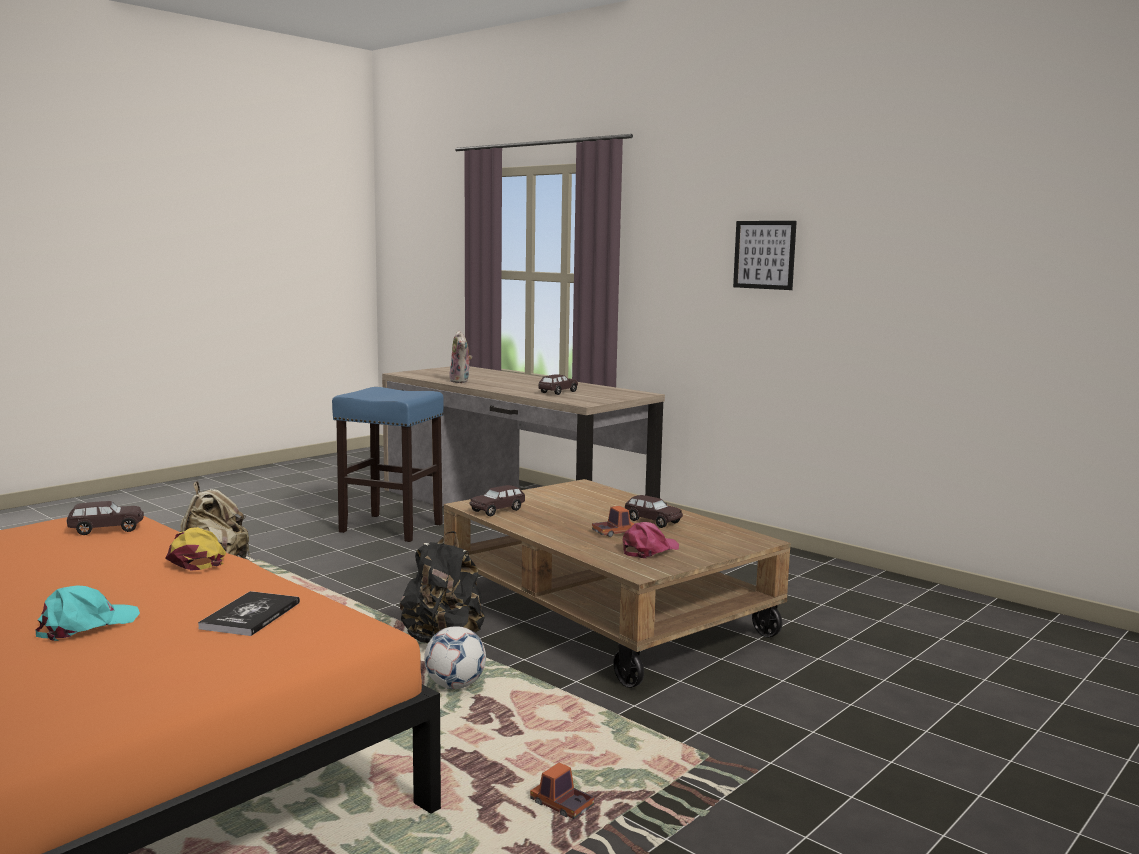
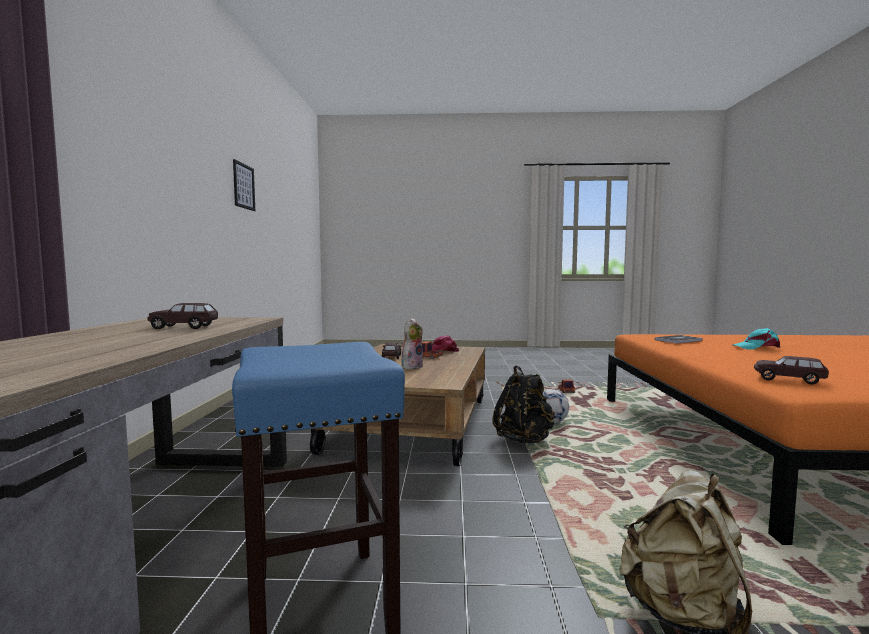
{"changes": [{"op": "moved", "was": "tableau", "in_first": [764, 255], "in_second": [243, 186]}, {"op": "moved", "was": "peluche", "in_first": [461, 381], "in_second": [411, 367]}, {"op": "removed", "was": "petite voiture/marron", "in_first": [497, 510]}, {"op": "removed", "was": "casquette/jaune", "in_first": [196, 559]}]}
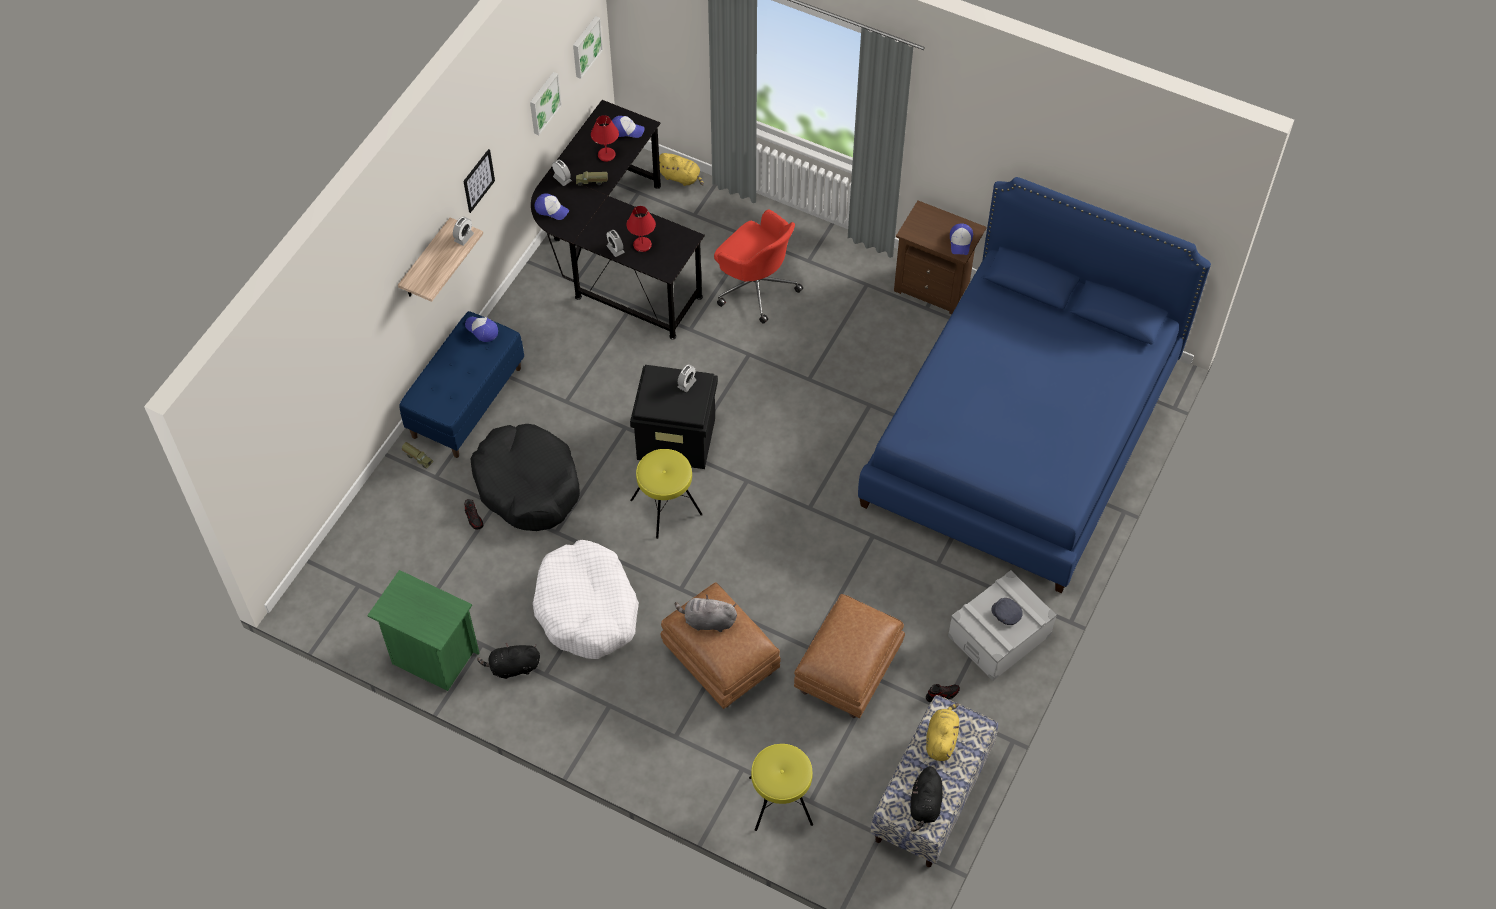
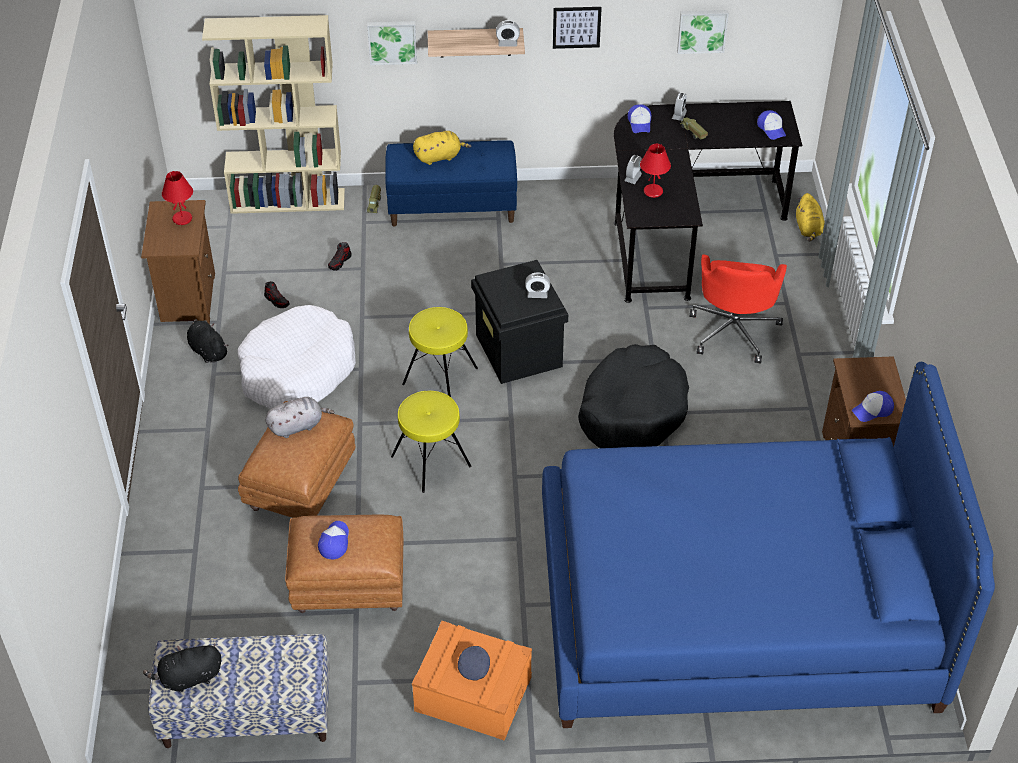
{"changes": [{"op": "moved", "was": "tableau", "in_first": [585, 46], "in_second": [392, 41]}, {"op": "moved", "was": "lampe de table/rouge", "in_first": [606, 155], "in_second": [182, 219]}, {"op": "moved", "was": "casquette", "in_first": [482, 330], "in_second": [334, 542]}, {"op": "moved", "was": "panier pour chien/noir", "in_first": [528, 485], "in_second": [632, 410]}, {"op": "recoloured", "was": "table de chevet/vert", "now": "table de chevet/marron", "in_first": [432, 657], "in_second": [187, 298]}, {"op": "recoloured", "was": "boîte de rangement/gris", "now": "boîte de rangement/orange", "in_first": [999, 635], "in_second": [472, 694]}, {"op": "turned", "was": "peluche/gris", "in_first": [707, 621], "in_second": [298, 426], "clockwise": 90}, {"op": "moved", "was": "chaussure", "in_first": [942, 694], "in_second": [277, 300]}, {"op": "moved", "was": "peluche/jaune", "in_first": [941, 739], "in_second": [439, 157]}, {"op": "moved", "was": "tabouret/jaune", "in_first": [780, 801], "in_second": [430, 461]}, {"op": "added", "now": "bibliothèque/beige", "in_second": [288, 201]}]}
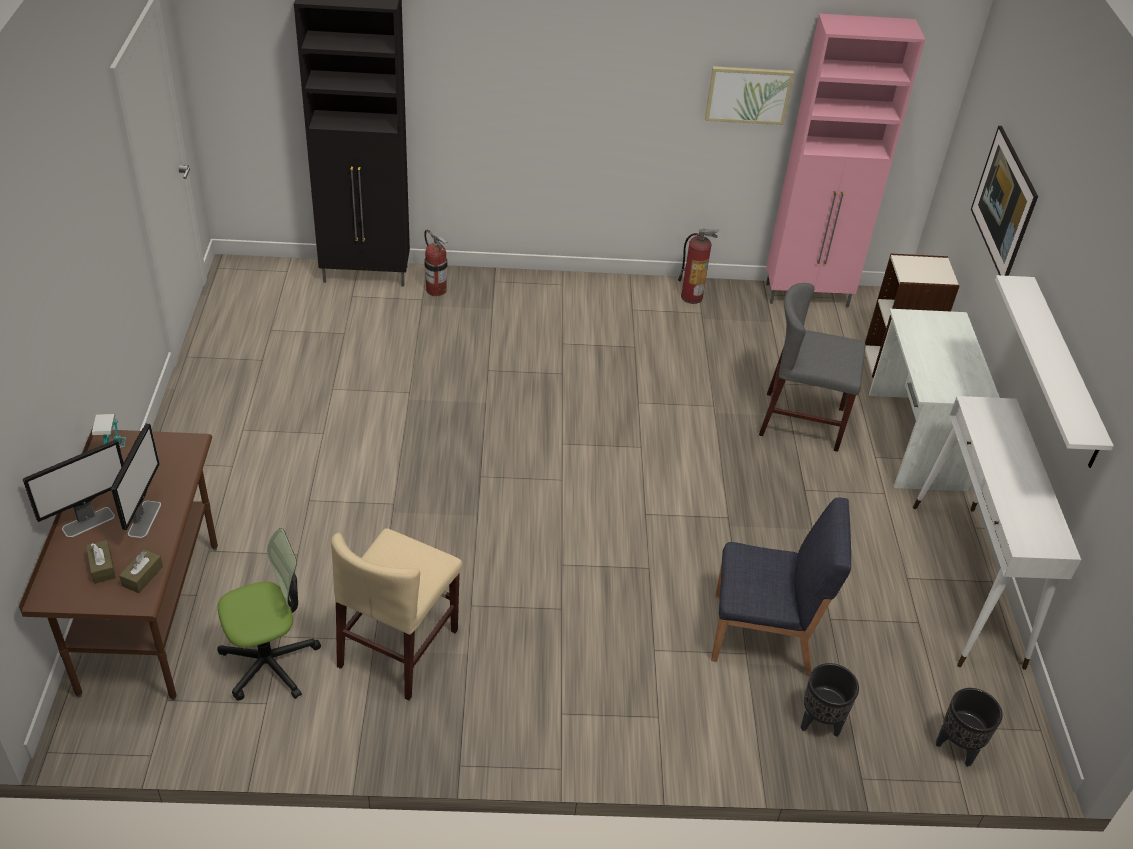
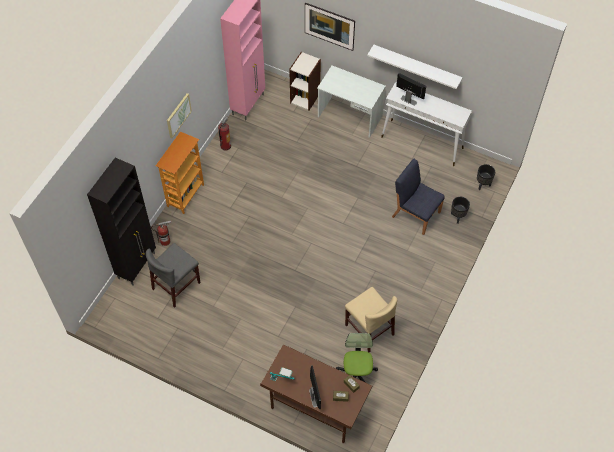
{"changes": [{"op": "moved", "was": "tableau", "in_first": [748, 95], "in_second": [178, 115]}, {"op": "moved", "was": "chaise/gris", "in_first": [802, 421], "in_second": [176, 285]}, {"op": "moved", "was": "écran d'ordinateur", "in_first": [144, 518], "in_second": [408, 100]}, {"op": "turned", "was": "chaise/bleu", "in_first": [764, 634], "in_second": [415, 214], "clockwise": -90}, {"op": "added", "now": "bibliothèque", "in_second": [185, 195]}]}
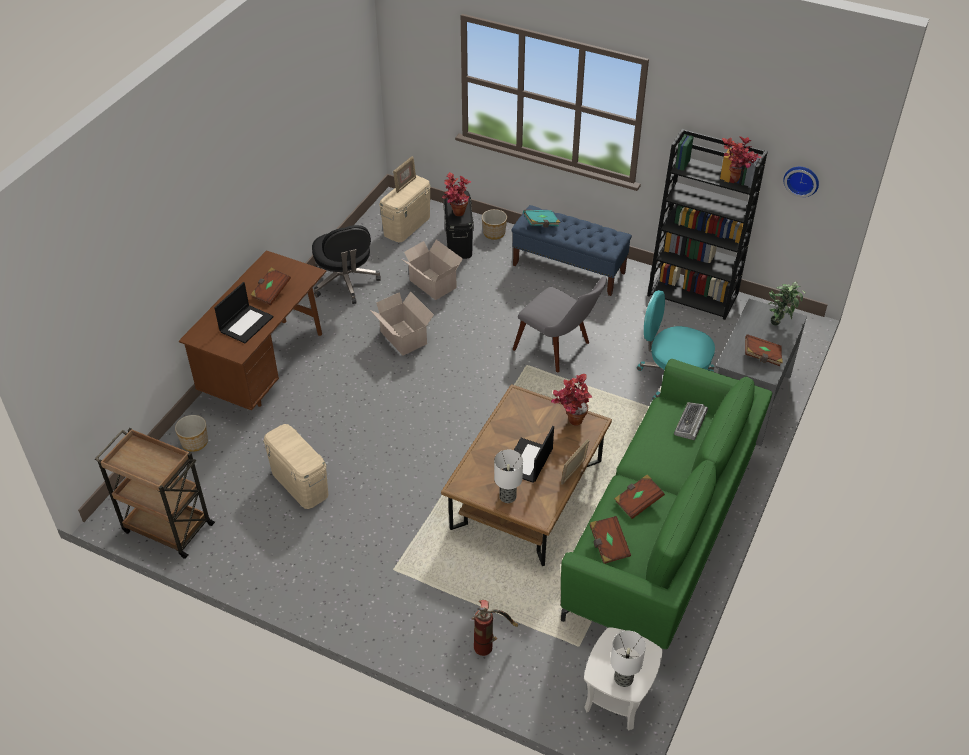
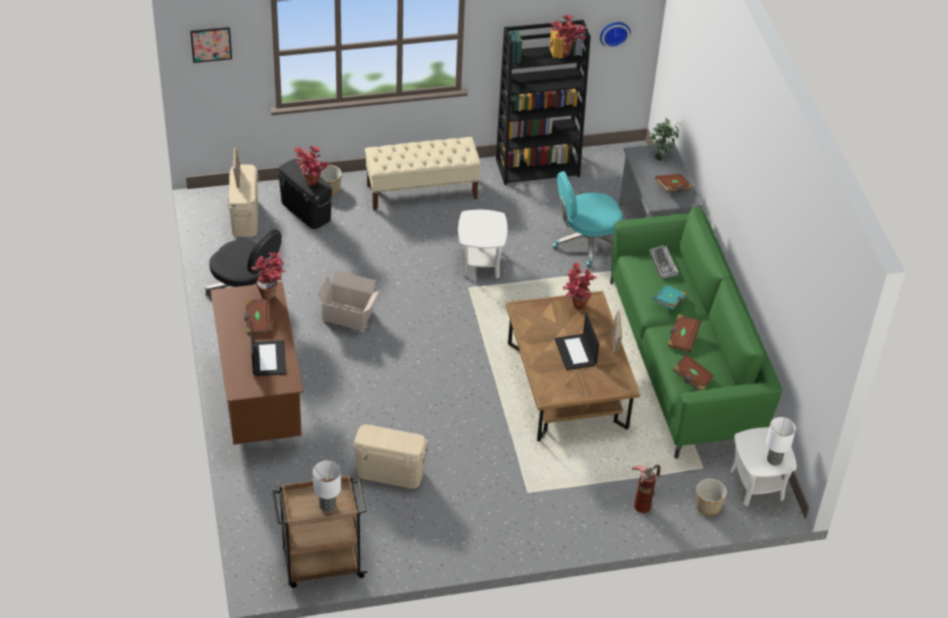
{"changes": [{"op": "recoloured", "was": "banc/bleu", "now": "banc/beige", "in_first": [569, 269], "in_second": [422, 191]}, {"op": "moved", "was": "livre/turquoise", "in_first": [541, 224], "in_second": [669, 302]}, {"op": "removed", "was": "carton", "in_first": [432, 283]}, {"op": "replaced", "was": "chaise/gris", "now": "table d'appoint/blanc", "in_first": [559, 349], "in_second": [481, 262]}, {"op": "moved", "was": "cache-pot", "in_first": [195, 442], "in_second": [707, 505]}, {"op": "moved", "was": "lampe de table", "in_first": [507, 496], "in_second": [327, 506]}, {"op": "added", "now": "tableau", "in_second": [211, 44]}, {"op": "added", "now": "plante en pot", "in_second": [271, 292]}]}
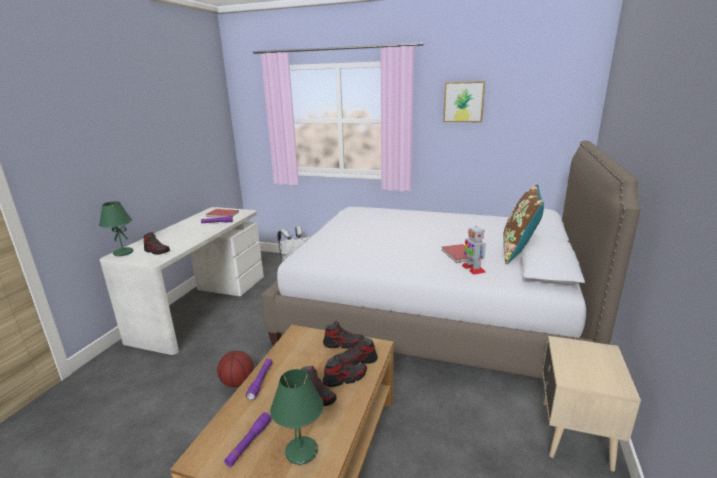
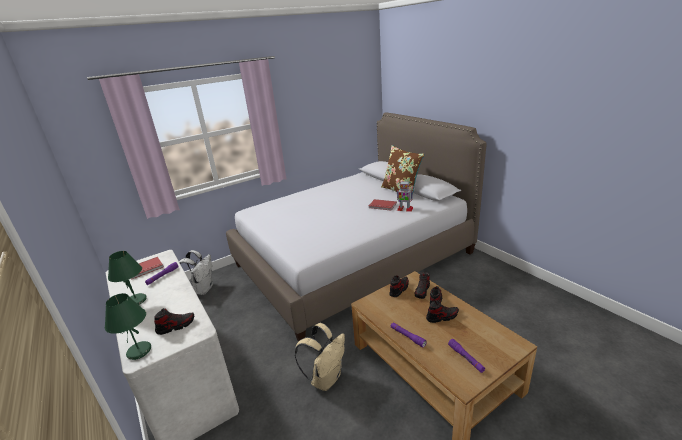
{"changes": [{"op": "removed", "was": "tableau", "in_first": [463, 102]}, {"op": "removed", "was": "table de chevet/beige", "in_first": [573, 435]}, {"op": "replaced", "was": "ballon de basket", "now": "sac à dos/beige", "in_first": [238, 382], "in_second": [326, 378]}, {"op": "moved", "was": "lampe de table/vert", "in_first": [302, 452], "in_second": [137, 301]}]}
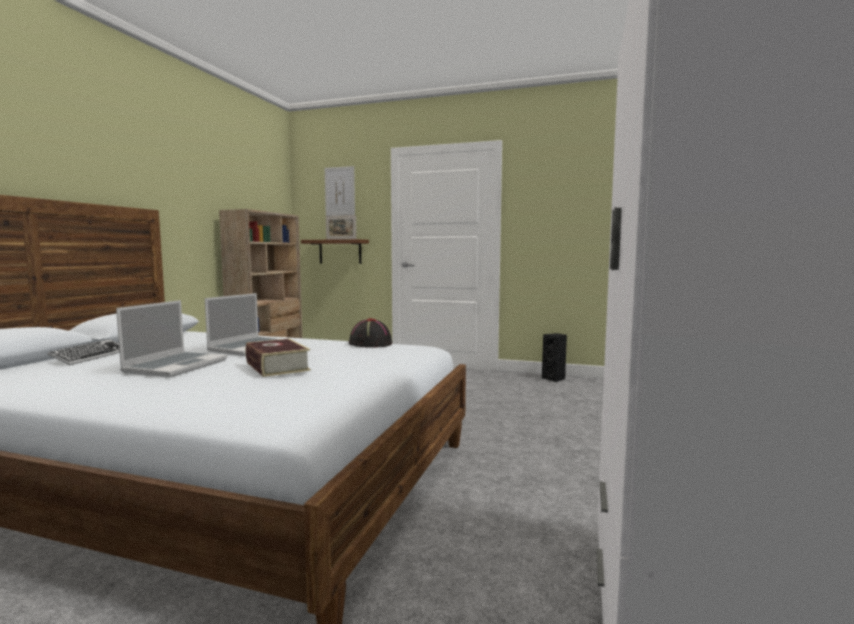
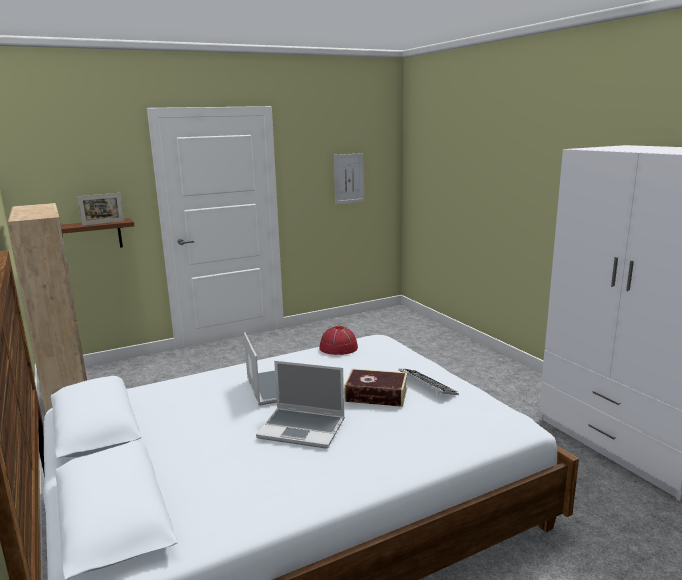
{"changes": [{"op": "moved", "was": "tableau", "in_first": [340, 191], "in_second": [349, 178]}, {"op": "turned", "was": "ordinateur portable", "in_first": [176, 366], "in_second": [303, 428], "clockwise": 135}, {"op": "recoloured", "was": "chapeau/noir", "now": "chapeau/rouge", "in_first": [370, 344], "in_second": [338, 348]}, {"op": "removed", "was": "enceinte/noir", "in_first": [554, 379]}, {"op": "moved", "was": "clavier", "in_first": [90, 357], "in_second": [427, 386]}]}
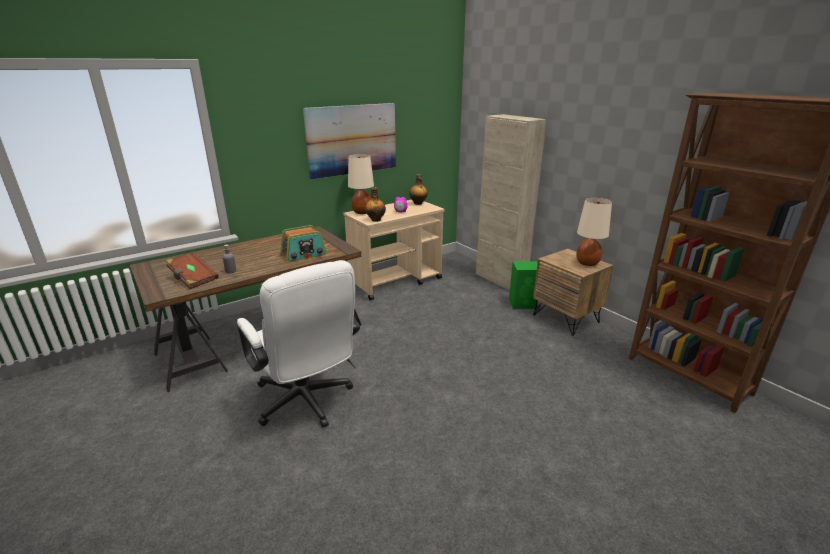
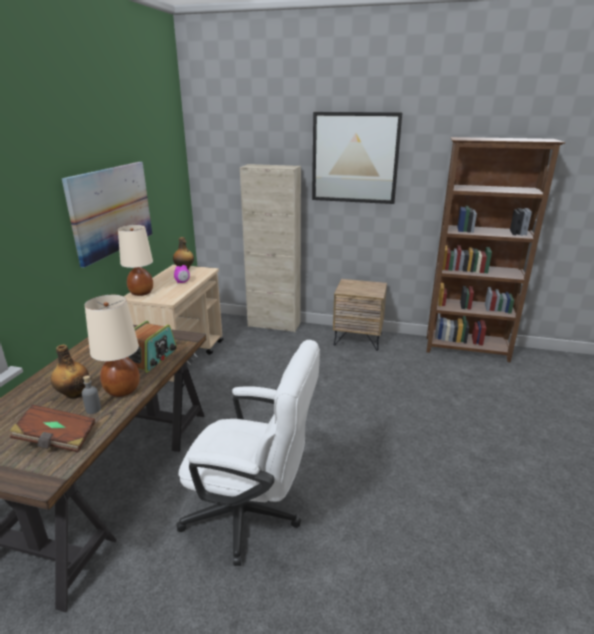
{"changes": [{"op": "moved", "was": "bouteille", "in_first": [376, 220], "in_second": [74, 394]}, {"op": "moved", "was": "lampe de table/beige", "in_first": [587, 263], "in_second": [123, 390]}, {"op": "removed", "was": "enceinte/vert", "in_first": [523, 304]}, {"op": "added", "now": "tableau", "in_second": [355, 158]}]}
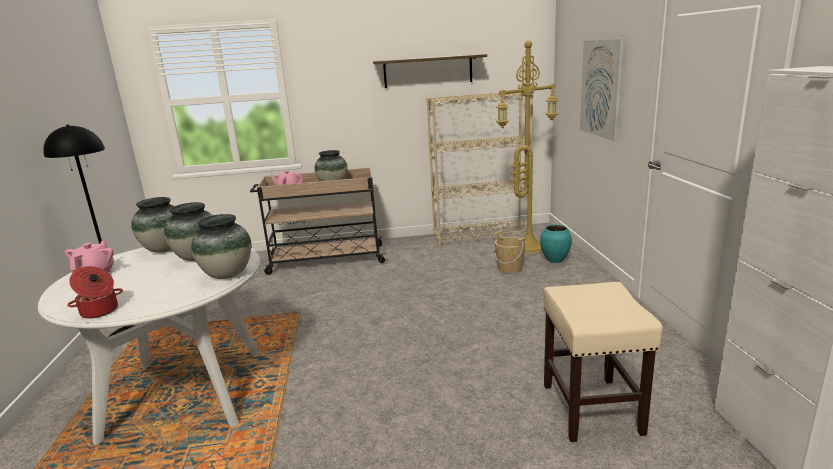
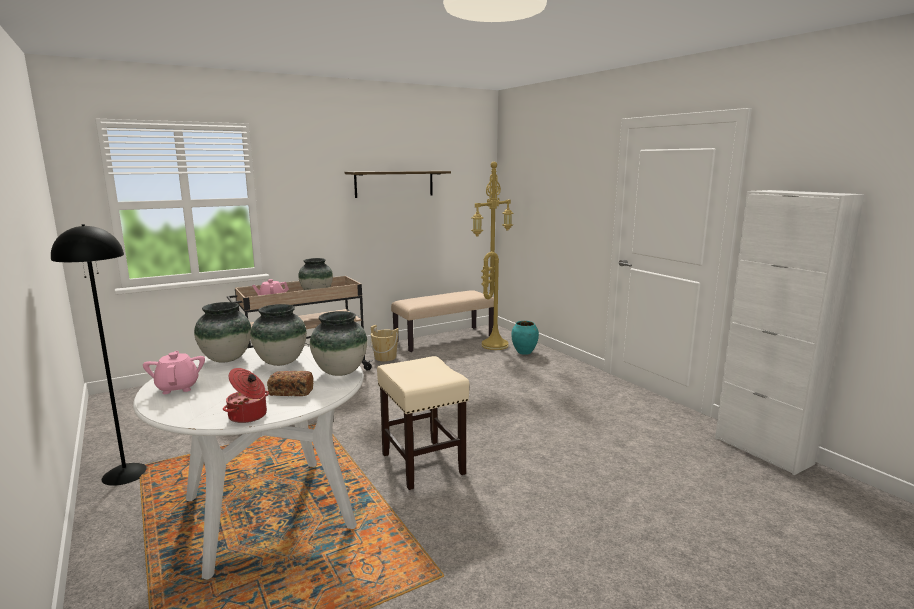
{"changes": [{"op": "removed", "was": "tableau", "in_first": [600, 88]}, {"op": "replaced", "was": "bibliothèque/beige", "now": "banc/beige", "in_first": [481, 236], "in_second": [444, 339]}, {"op": "moved", "was": "seau/beige", "in_first": [510, 268], "in_second": [385, 357]}, {"op": "moved", "was": "tabouret/beige", "in_first": [592, 409], "in_second": [423, 464]}, {"op": "added", "now": "pain", "in_second": [291, 392]}]}
